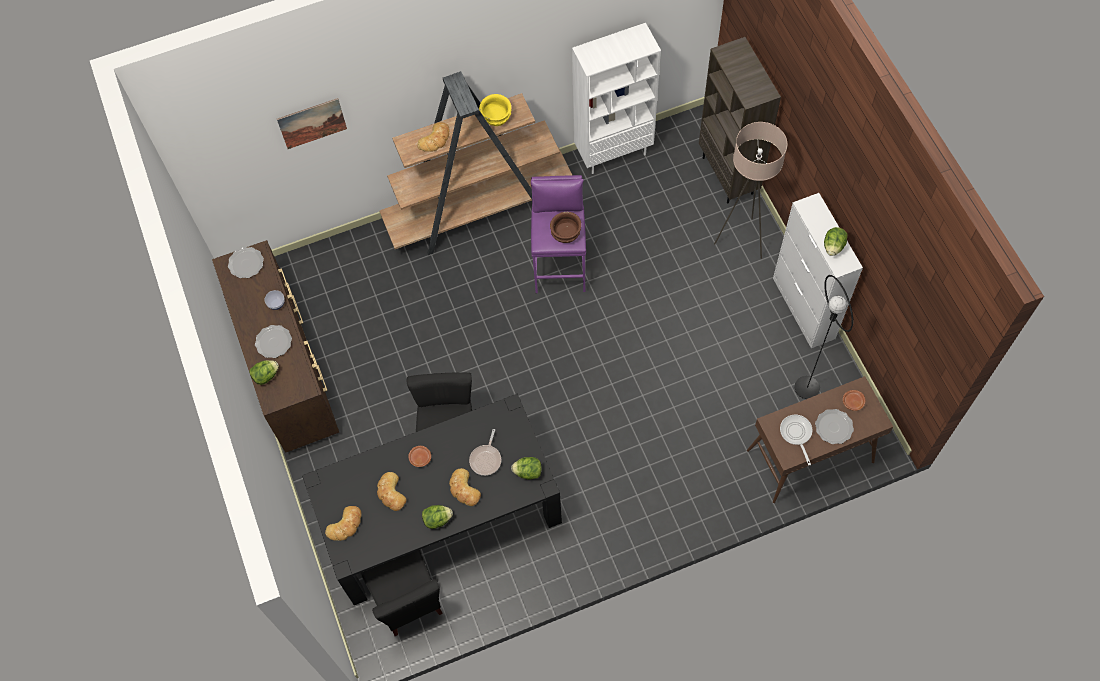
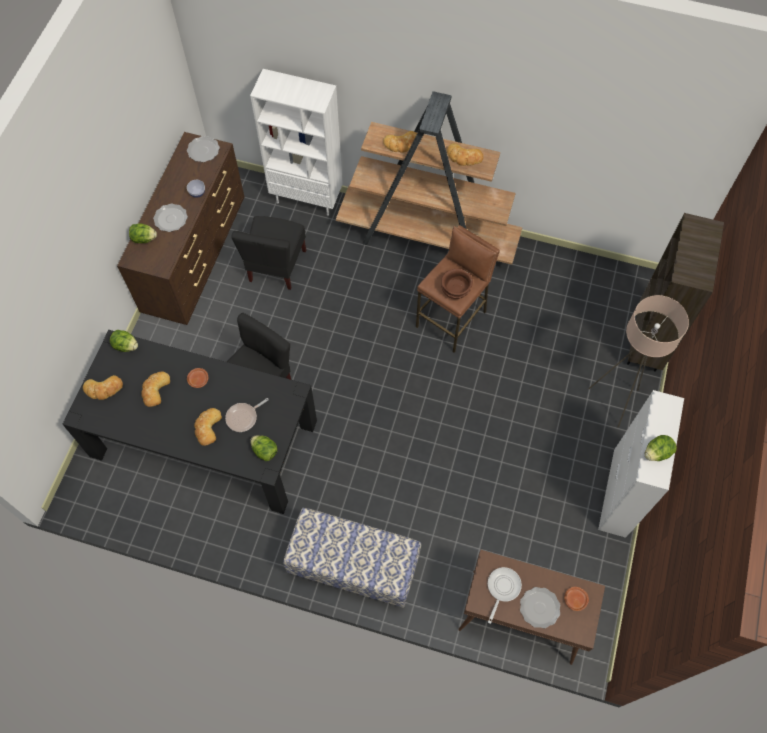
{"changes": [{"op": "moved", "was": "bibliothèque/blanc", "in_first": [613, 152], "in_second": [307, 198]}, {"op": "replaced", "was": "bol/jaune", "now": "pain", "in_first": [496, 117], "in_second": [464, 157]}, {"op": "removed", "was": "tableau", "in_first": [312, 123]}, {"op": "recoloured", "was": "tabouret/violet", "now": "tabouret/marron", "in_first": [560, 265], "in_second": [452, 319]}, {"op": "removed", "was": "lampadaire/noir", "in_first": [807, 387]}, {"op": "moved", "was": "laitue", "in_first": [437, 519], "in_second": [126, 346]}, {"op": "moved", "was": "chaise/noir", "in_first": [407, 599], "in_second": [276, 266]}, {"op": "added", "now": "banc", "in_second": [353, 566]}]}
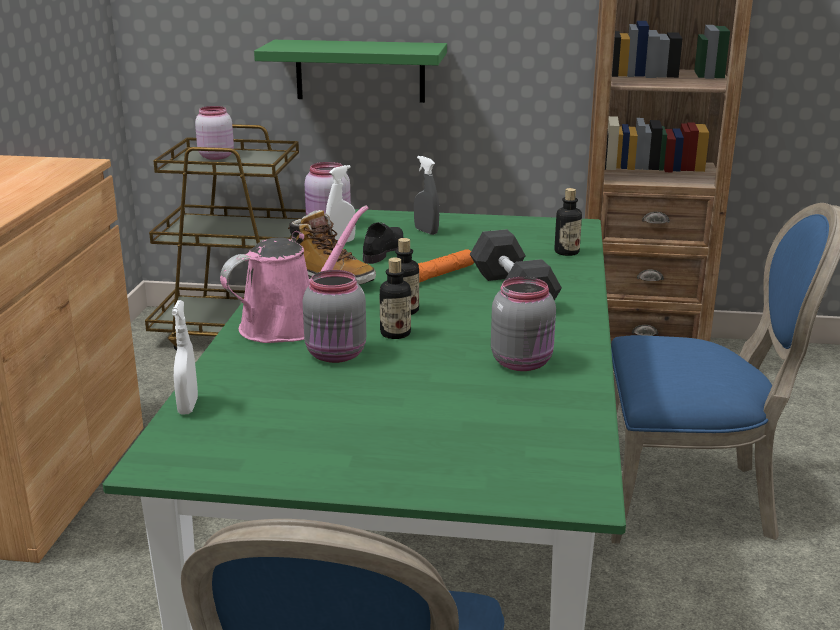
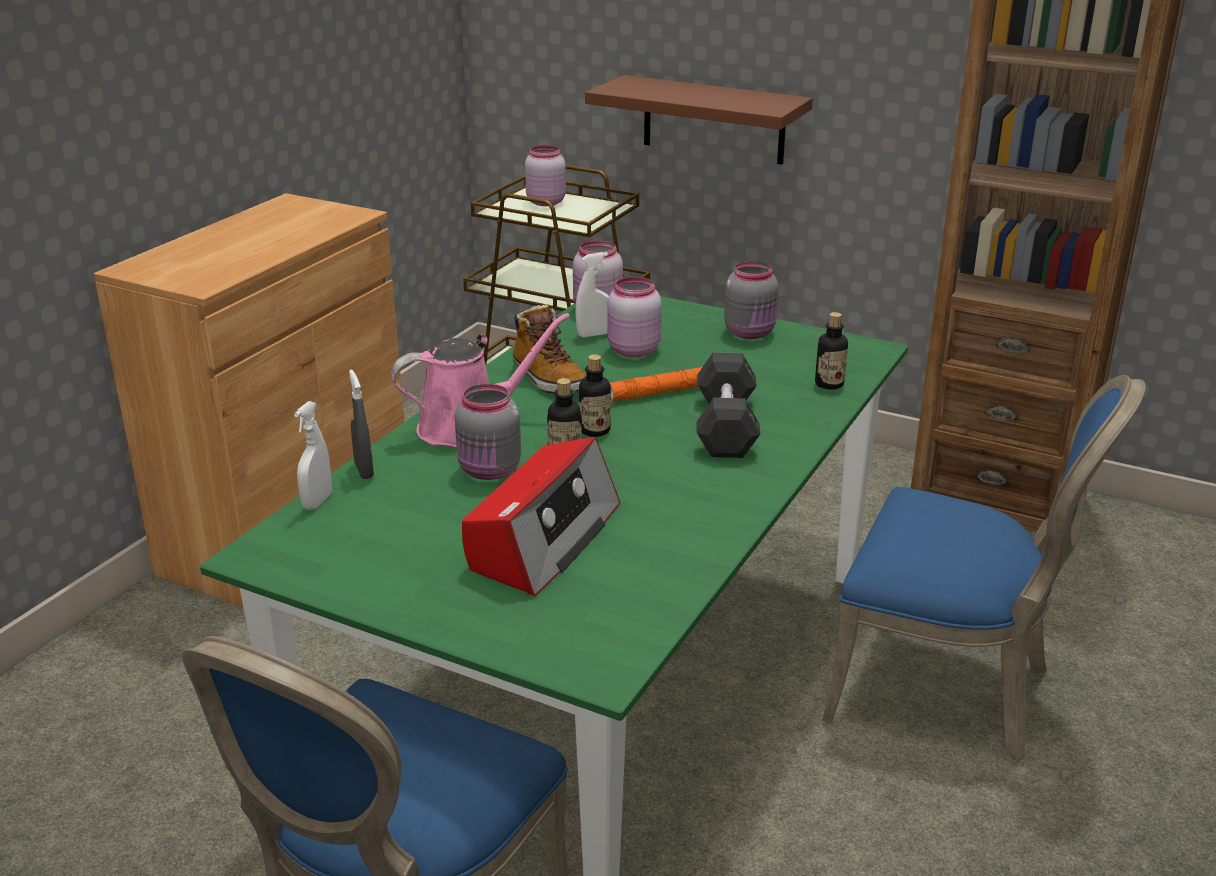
{"changes": [{"op": "recoloured", "was": "étagère/vert", "now": "étagère/marron", "in_first": [360, 71], "in_second": [713, 120]}, {"op": "moved", "was": "vaporisateur/gris", "in_first": [426, 231], "in_second": [364, 470]}, {"op": "replaced", "was": "chaussure/noir", "now": "bocal/rose", "in_first": [384, 249], "in_second": [632, 350]}, {"op": "moved", "was": "bocal/gris", "in_first": [523, 362], "in_second": [751, 333]}, {"op": "added", "now": "radio", "in_second": [543, 538]}]}
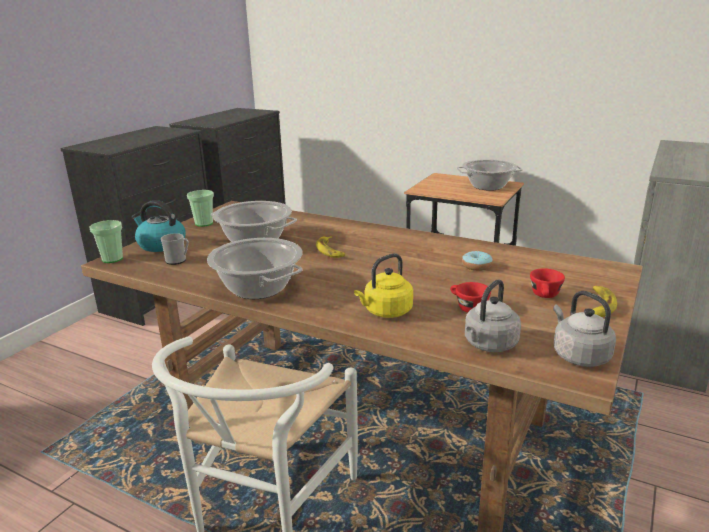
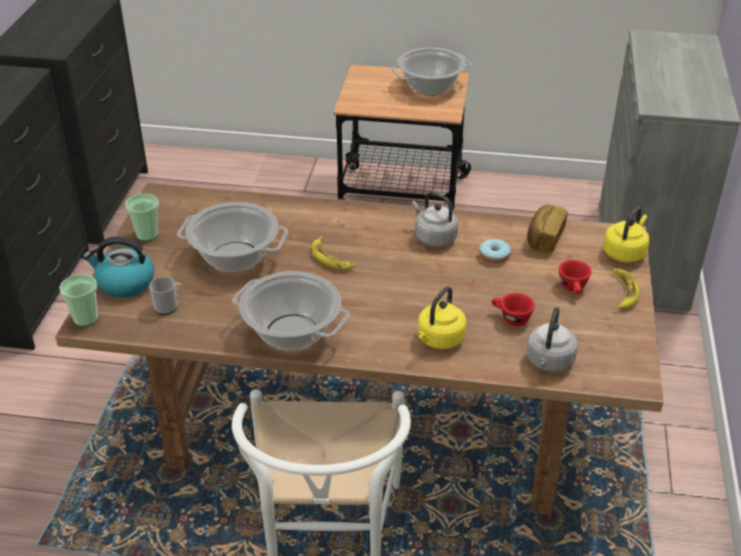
{"changes": [{"op": "moved", "was": "bouilloire/gris", "in_first": [578, 355], "in_second": [433, 237]}, {"op": "added", "now": "pain", "in_second": [544, 239]}, {"op": "added", "now": "bouilloire/jaune", "in_second": [625, 252]}]}
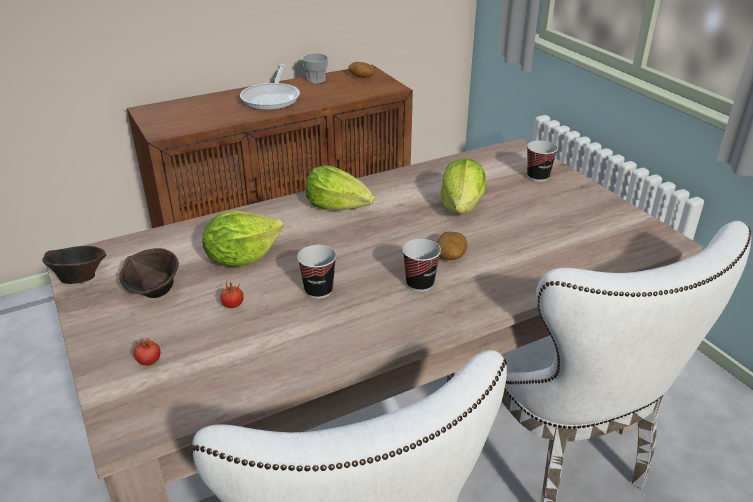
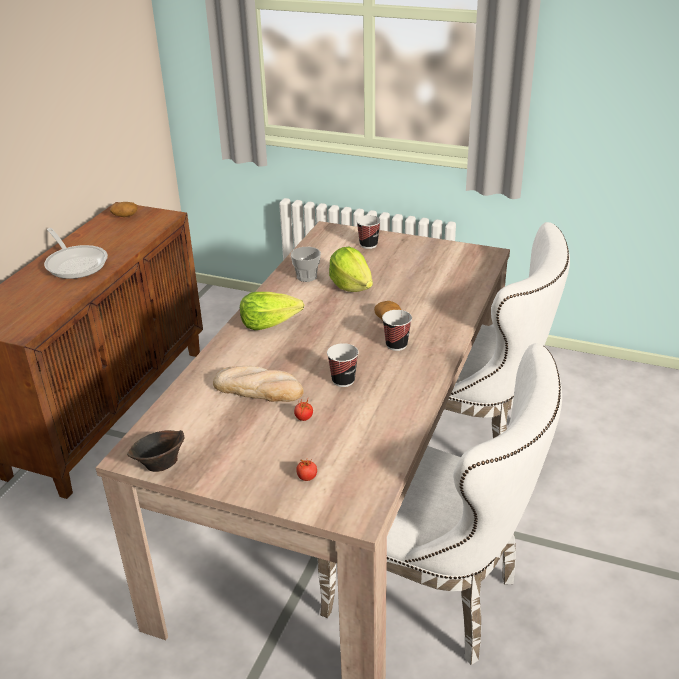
{"changes": [{"op": "moved", "was": "tasse", "in_first": [316, 80], "in_second": [306, 277]}, {"op": "replaced", "was": "laitue", "now": "pain", "in_first": [242, 258], "in_second": [258, 388]}, {"op": "removed", "was": "bol/marron", "in_first": [154, 292]}]}
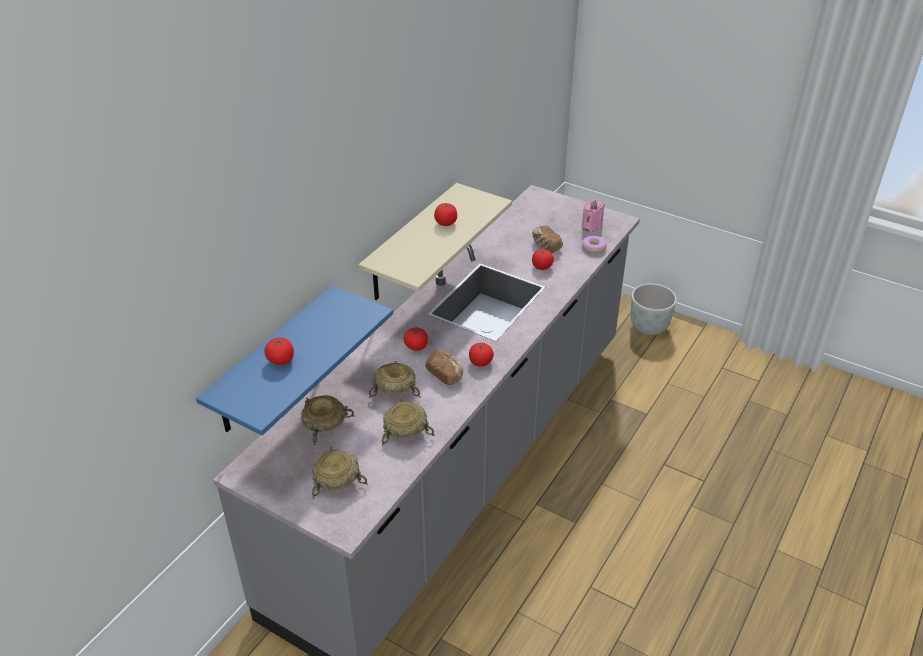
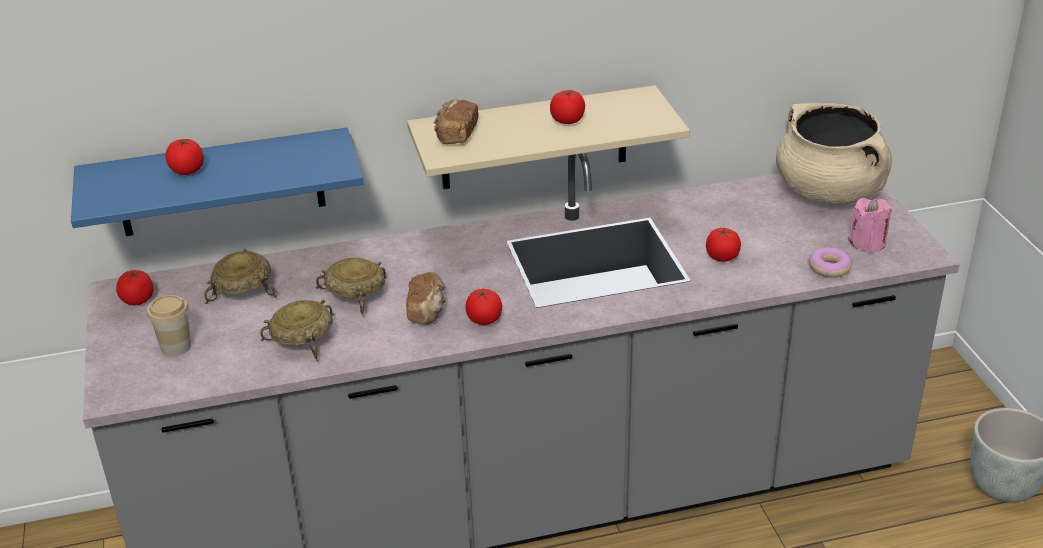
{"changes": [{"op": "moved", "was": "pain", "in_first": [545, 246], "in_second": [455, 134]}, {"op": "moved", "was": "tomate", "in_first": [416, 346], "in_second": [138, 300]}, {"op": "replaced", "was": "bol/beige", "now": "tasse", "in_first": [337, 479], "in_second": [176, 347]}, {"op": "added", "now": "marmite/beige", "in_second": [830, 192]}]}
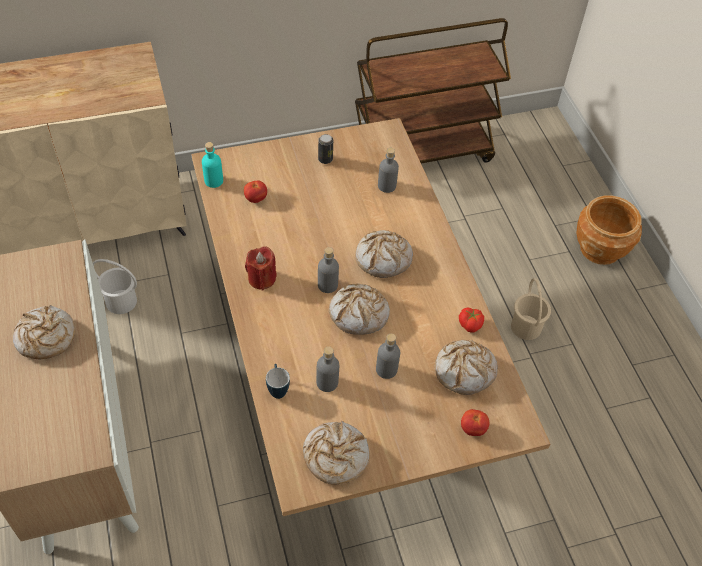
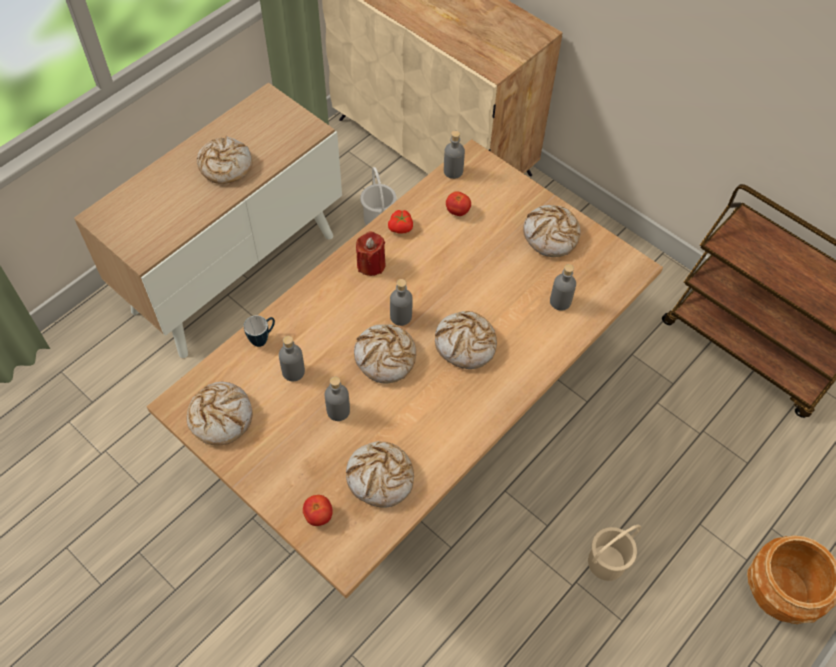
{"changes": [{"op": "replaced", "was": "boîte métallique", "now": "pain", "in_first": [325, 159], "in_second": [551, 236]}, {"op": "recoloured", "was": "bouteille/turquoise", "now": "bouteille/gris", "in_first": [213, 181], "in_second": [453, 171]}, {"op": "moved", "was": "tomate", "in_first": [470, 324], "in_second": [401, 228]}]}
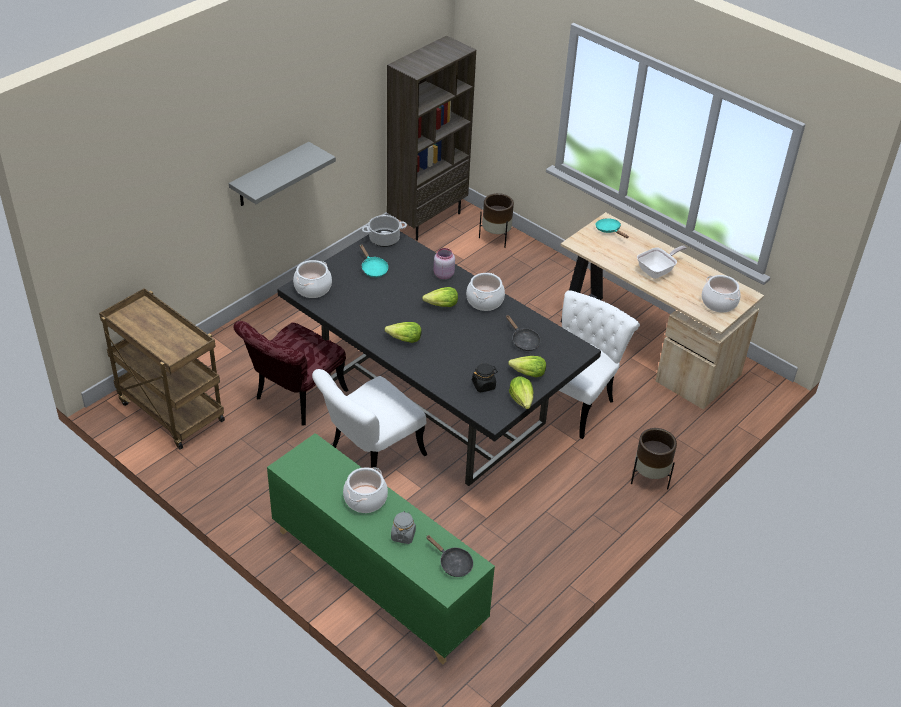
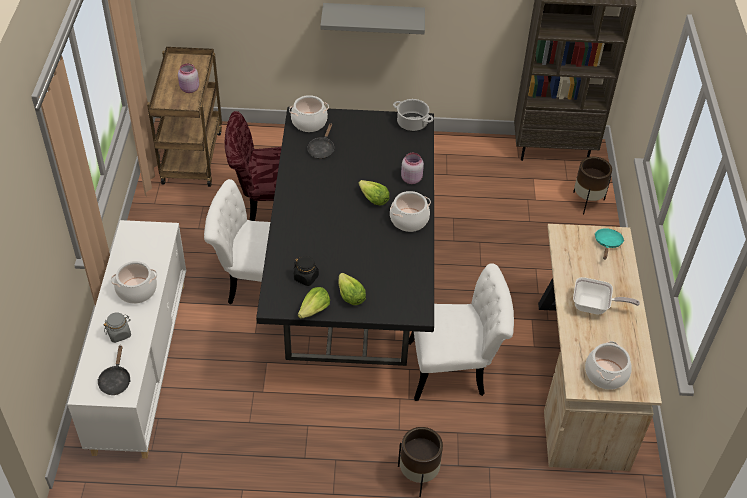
{"changes": [{"op": "removed", "was": "poêle/turquoise", "in_first": [373, 268]}, {"op": "moved", "was": "poêle/noir", "in_first": [523, 341], "in_second": [321, 149]}, {"op": "removed", "was": "laitue", "in_first": [404, 339]}, {"op": "recoloured", "was": "meuble de rangement/vert", "now": "meuble de rangement/blanc", "in_first": [376, 578], "in_second": [141, 364]}, {"op": "added", "now": "bocal/rose", "in_second": [189, 89]}]}
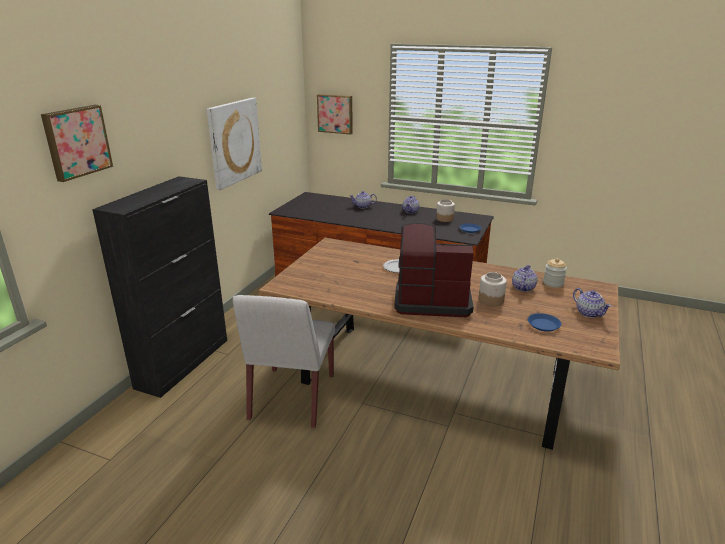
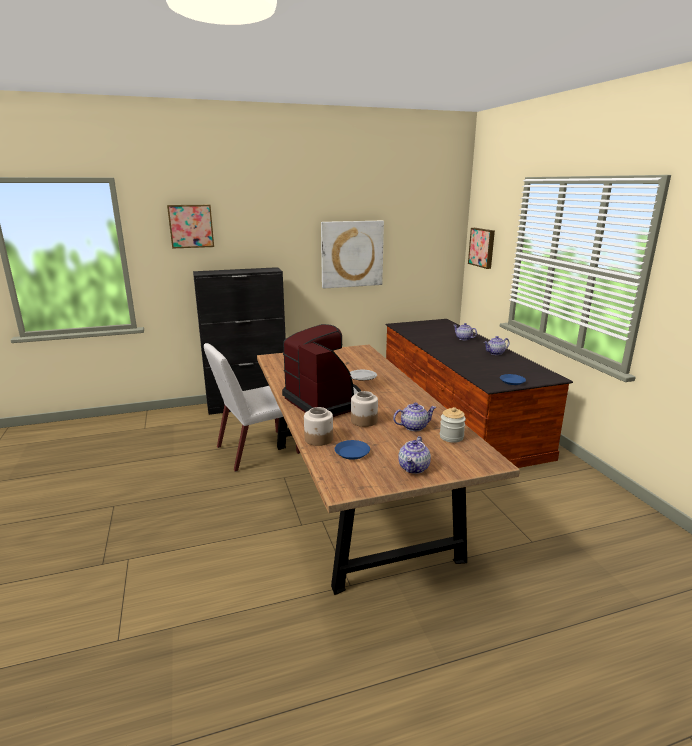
{"changes": [{"op": "moved", "was": "bocal", "in_first": [445, 219], "in_second": [319, 439]}]}
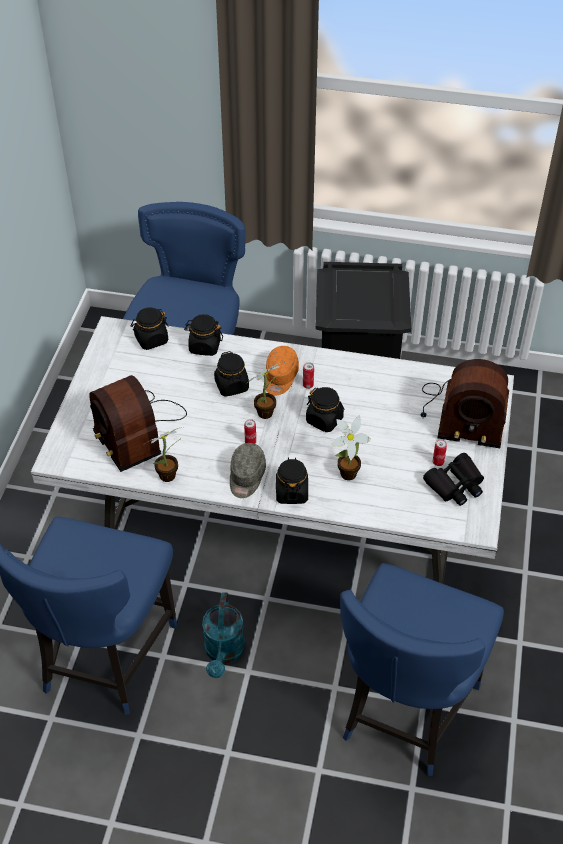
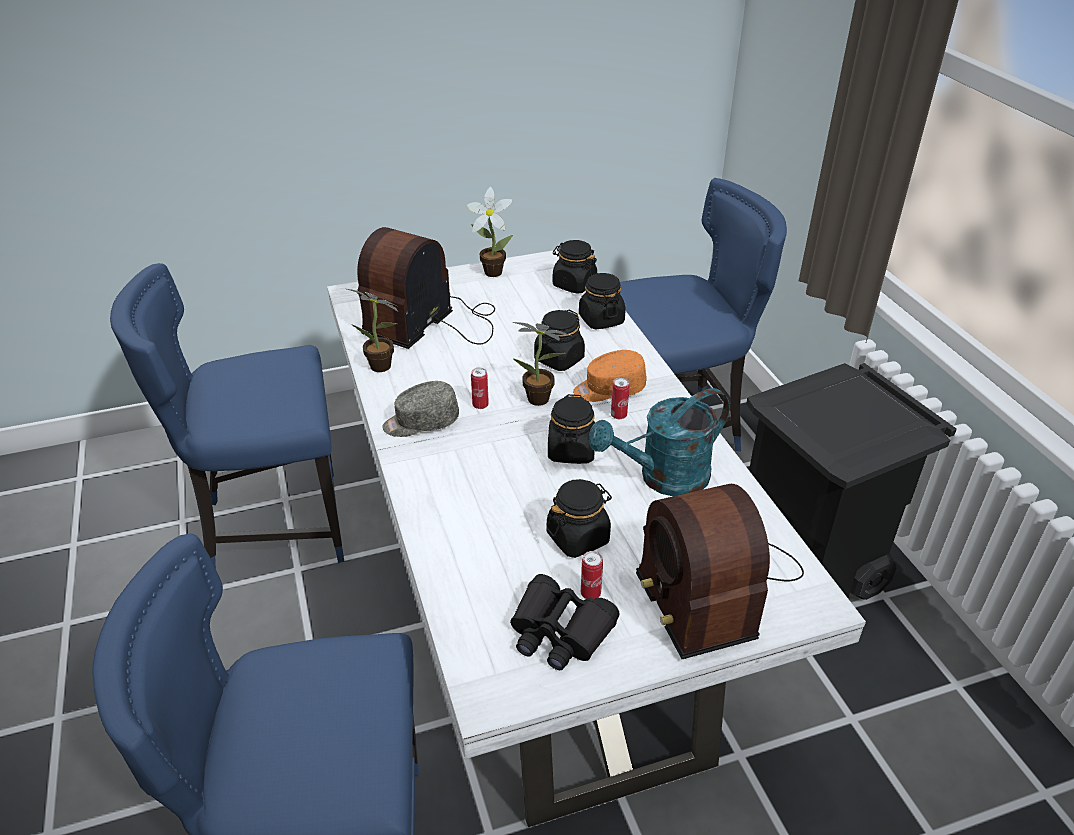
{"changes": [{"op": "moved", "was": "plante en pot", "in_first": [345, 475], "in_second": [490, 271]}, {"op": "moved", "was": "bocal/noir", "in_first": [291, 492], "in_second": [578, 537]}, {"op": "moved", "was": "arrosoir/turquoise", "in_first": [224, 653], "in_second": [663, 478]}]}
